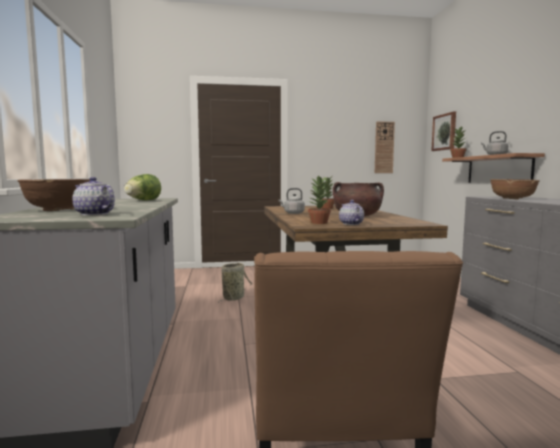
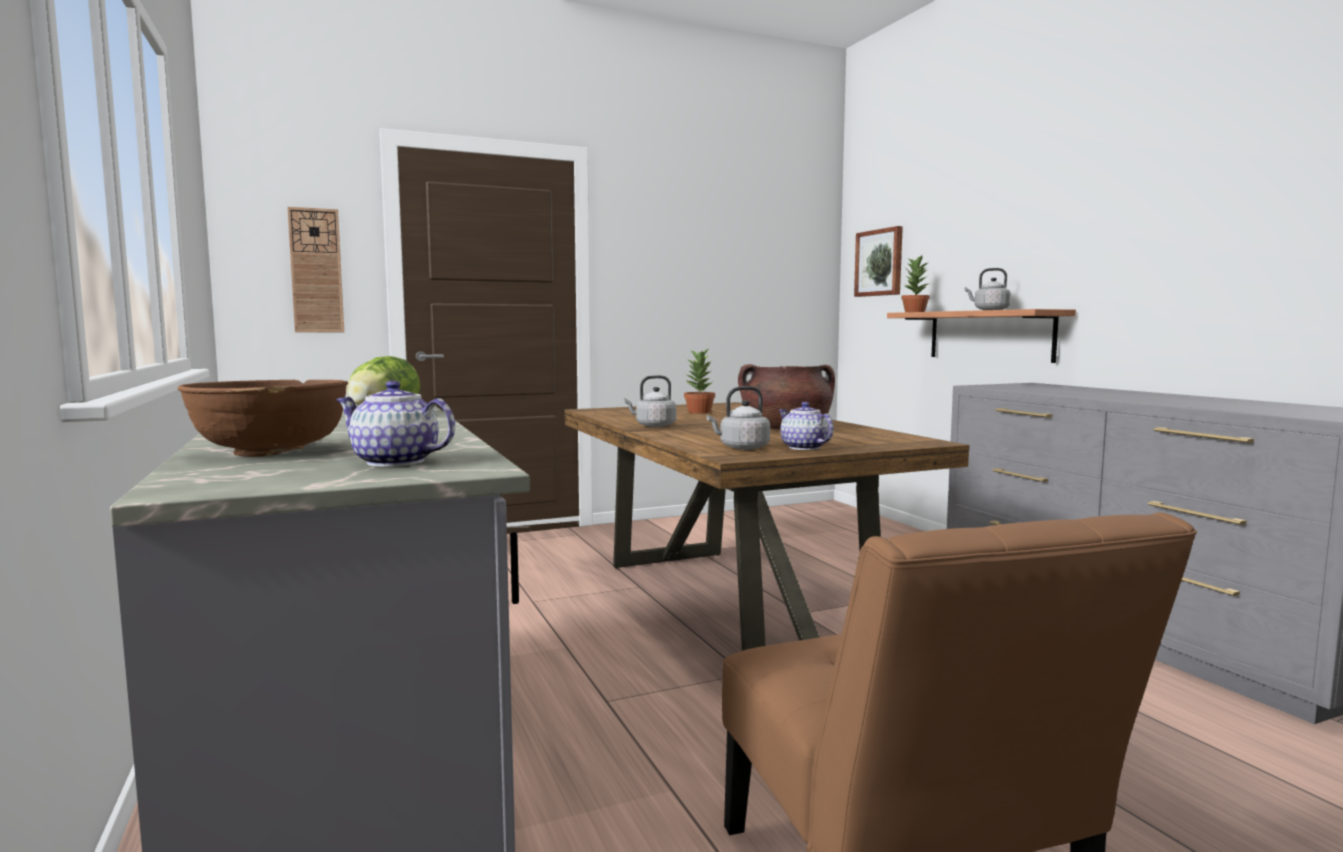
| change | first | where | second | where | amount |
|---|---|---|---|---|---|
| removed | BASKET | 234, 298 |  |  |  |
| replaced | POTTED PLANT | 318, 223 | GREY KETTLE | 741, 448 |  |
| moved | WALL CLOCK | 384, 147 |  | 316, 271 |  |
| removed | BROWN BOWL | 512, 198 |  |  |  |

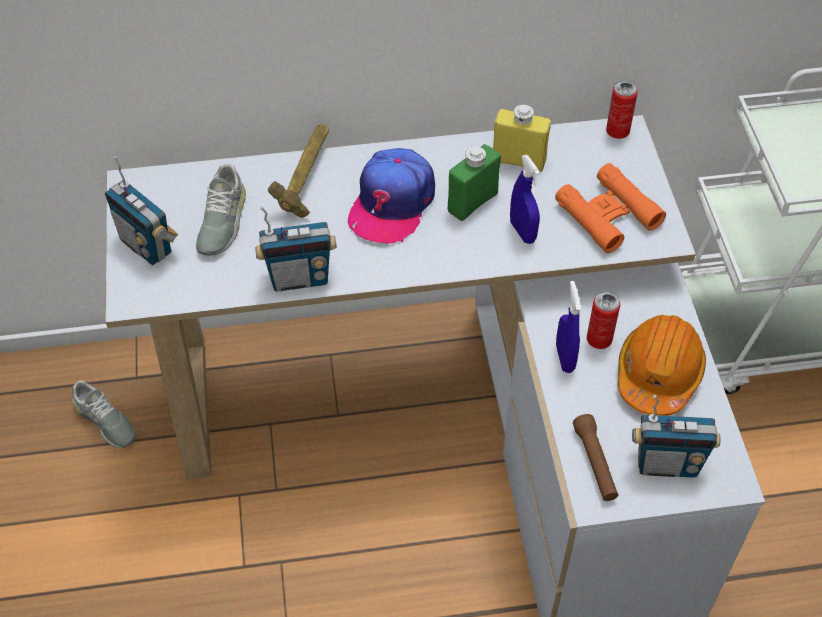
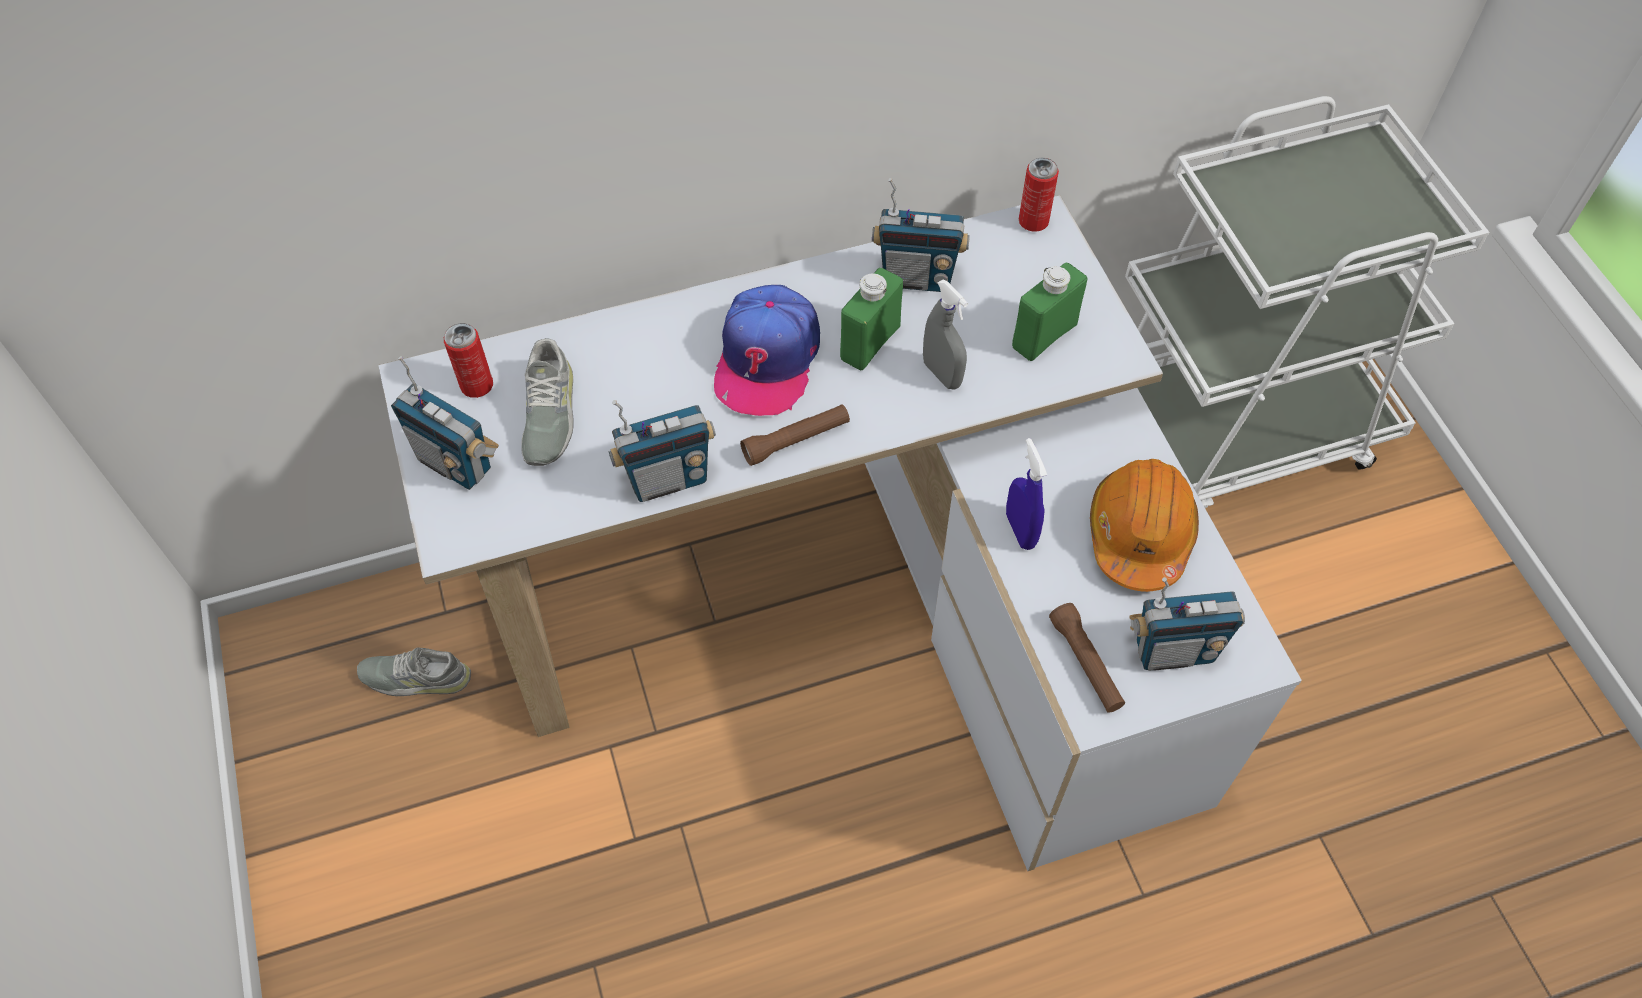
| change | first | where | second | where | amount |
|---|---|---|---|---|---|
| turned | GREY SHOE | 104, 421 |  | 416, 677 | 150 degrees clockwise |
| removed | HAMMER | 306, 179 |  |  |  |
| replaced | YELLOW BOTTLE | 518, 161 | RADIO | 917, 278 |  |
| recoloured | BLUE SPRAY BOTTLE | 522, 232 | GREY SPRAY BOTTLE | 942, 374 |  |
| replaced | ORANGE BINOCULARS | 607, 214 | GREEN BOTTLE | 1044, 336 |  |
| moved | CAN | 599, 339 |  | 477, 386 |  |
| added |  |  | BROWN FLASHLIGHT | 796, 440 |  |

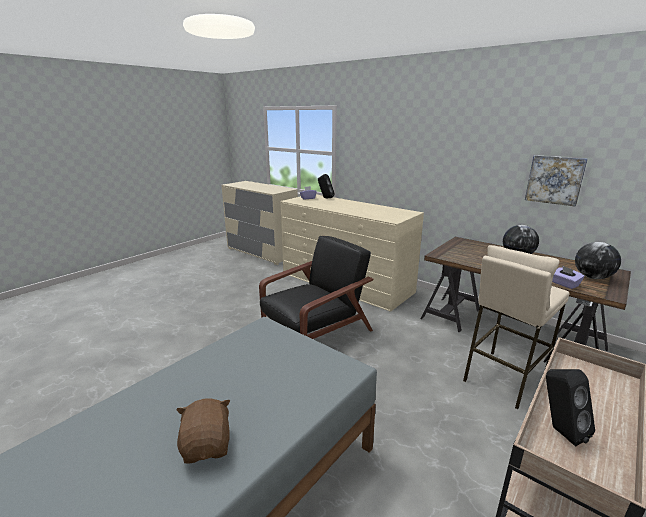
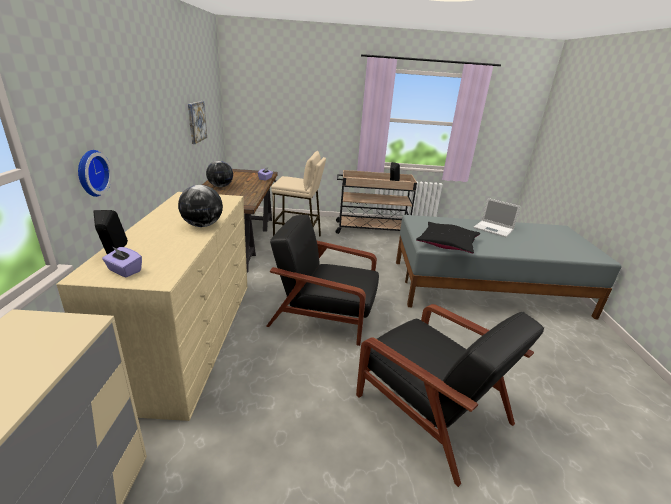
| change | first | where | second | where | amount |
|---|---|---|---|---|---|
| replaced | BROWN PLUSH TOY | 207, 445 | LAPTOP | 494, 229 |  |
| moved | GLOBE | 592, 277 |  | 202, 225 |  |
| added |  |  | WALL CLOCK | 90, 173 |  |
| added |  |  | BLACK ARMCHAIR | 430, 406 |  |
| added |  |  | BLACK PILLOW | 447, 244 |  |

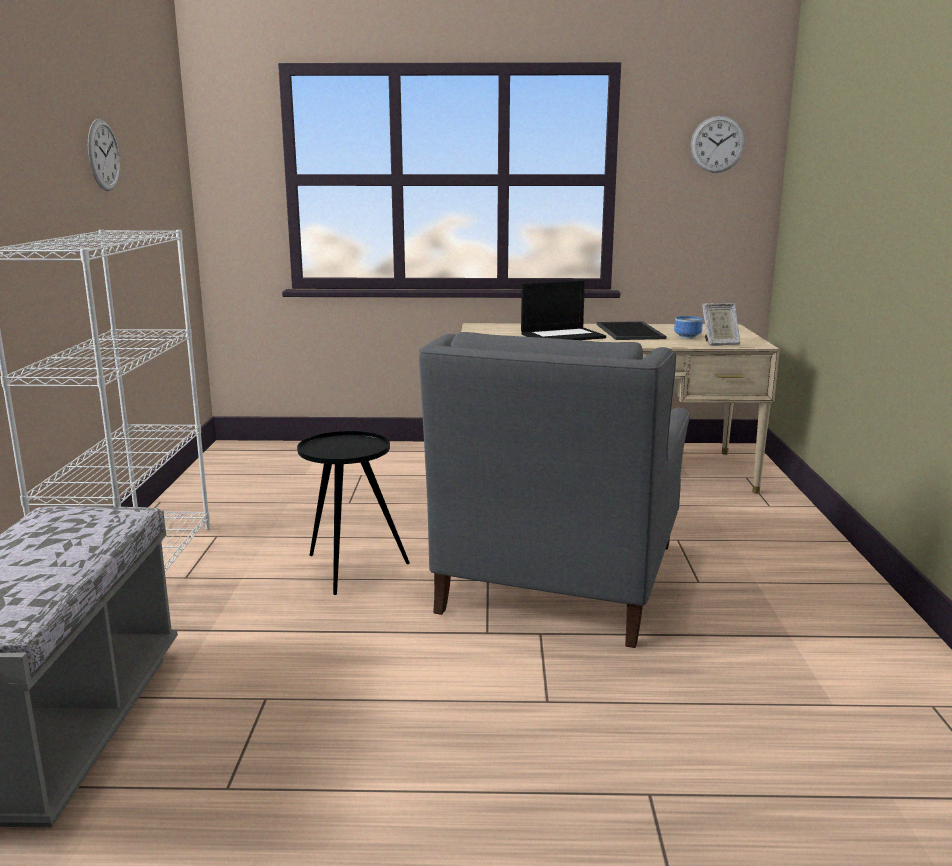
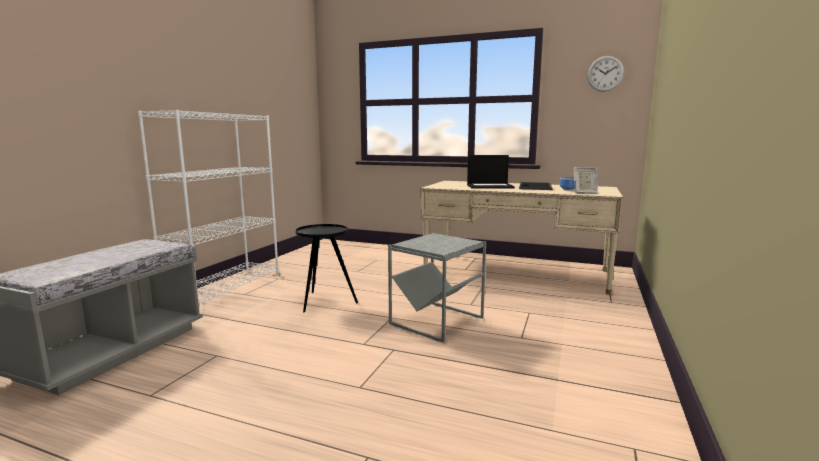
| change | first | where | second | where | amount |
|---|---|---|---|---|---|
| removed | WALL CLOCK | 103, 155 |  |  |  |
| replaced | GREY ARMCHAIR | 560, 576 | GREY SIDE TABLE | 435, 321 |  |

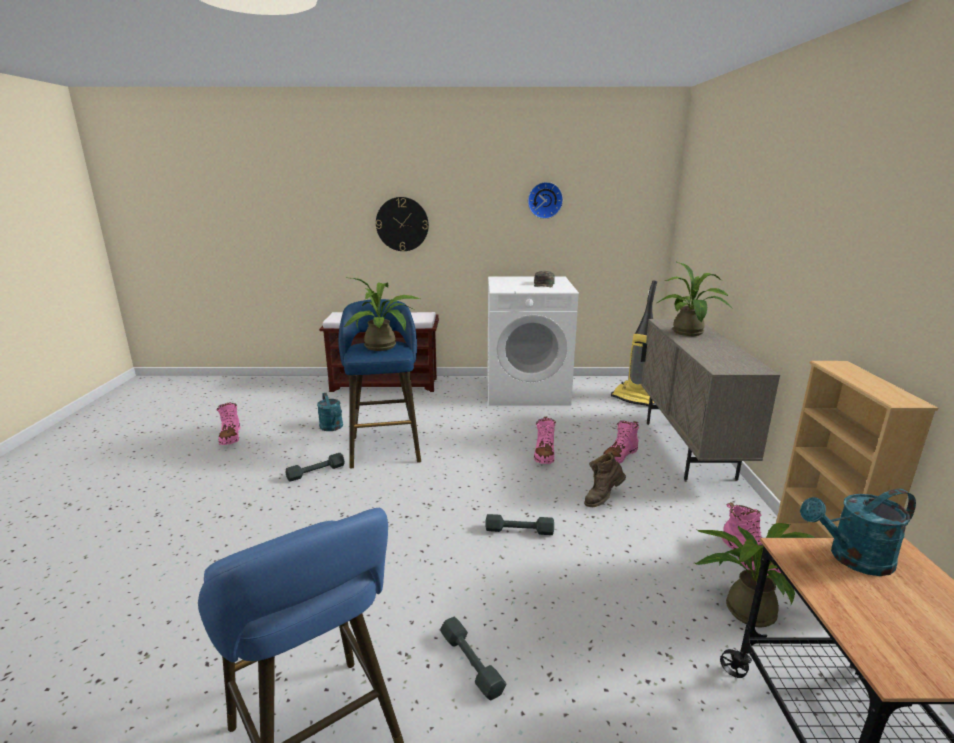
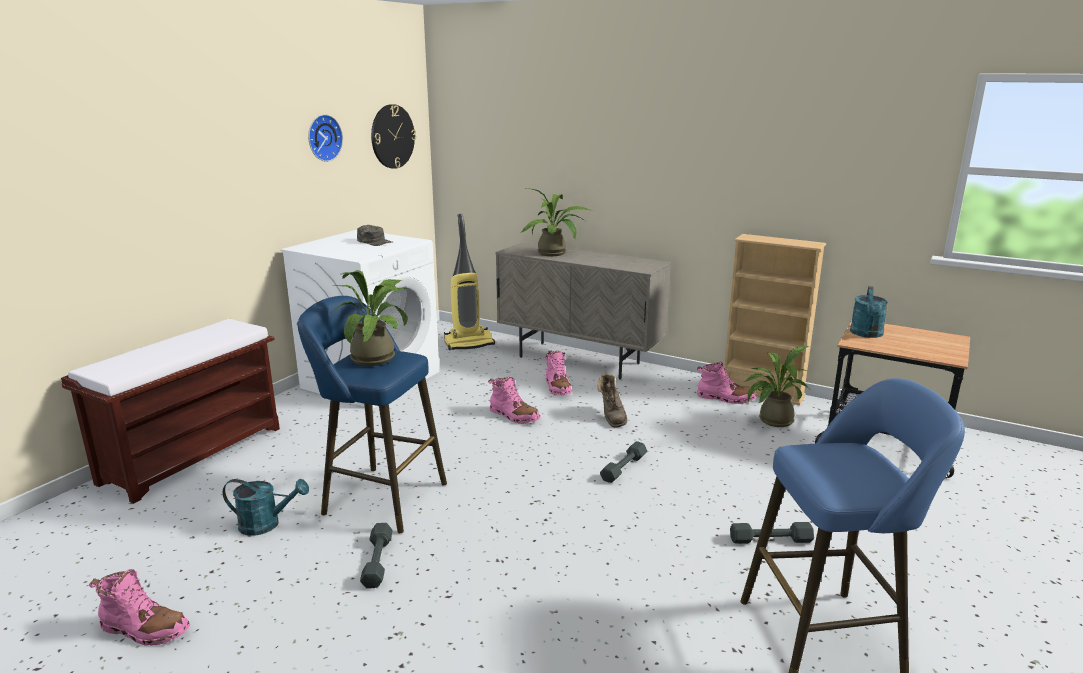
| change | first | where | second | where | amount |
|---|---|---|---|---|---|
| moved | WALL CLOCK | 402, 224 |  | 392, 136 |  |

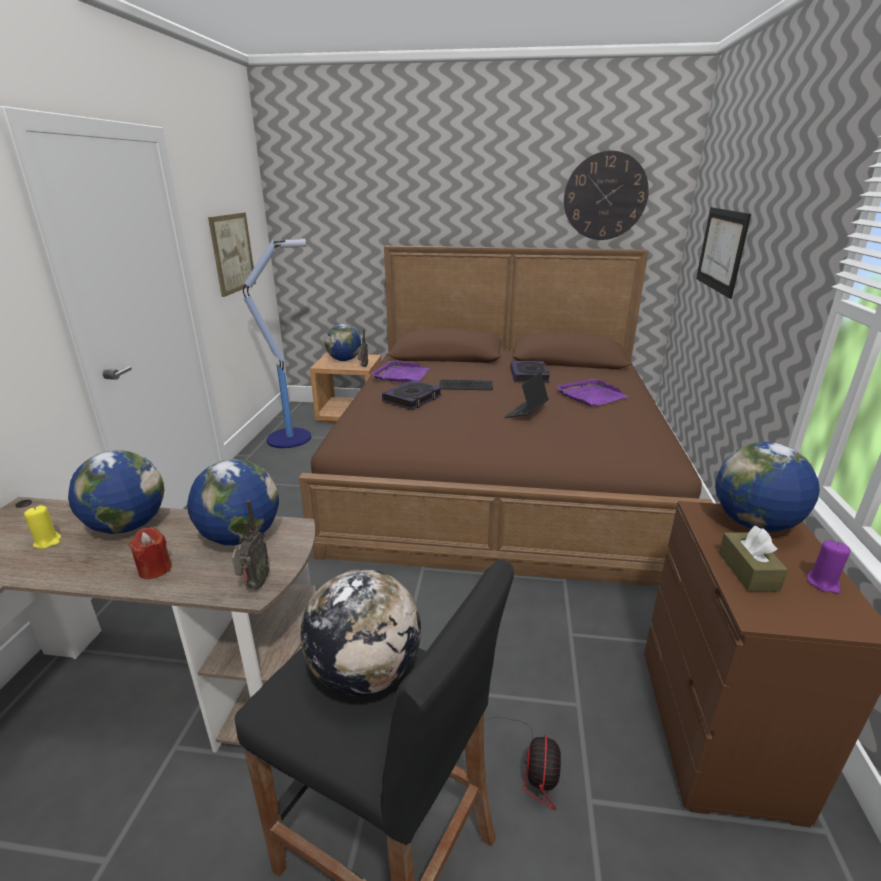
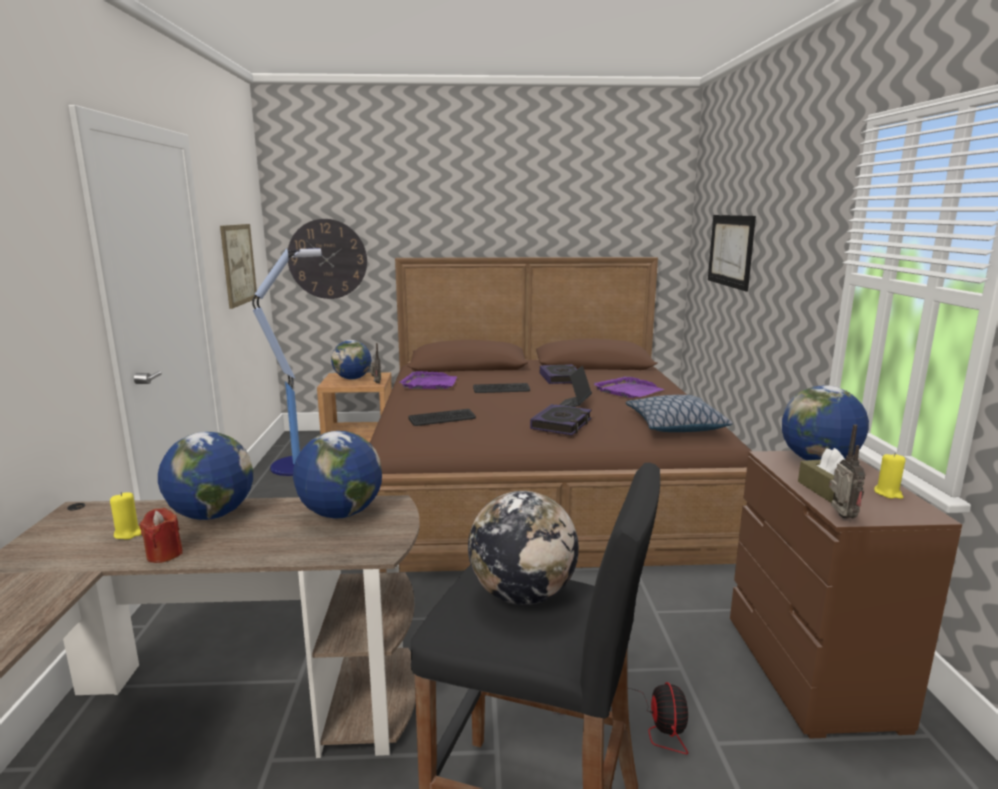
| change | first | where | second | where | amount |
|---|---|---|---|---|---|
| moved | RED CANDLE | 155, 569 |  | 164, 554 |  |
| moved | RADIO | 254, 585 |  | 840, 517 |  |
| moved | BOOK | 412, 399 |  | 561, 424 |  |
| moved | WALL CLOCK | 605, 196 |  | 327, 259 |  |
| recoloured | PURPLE CANDLE | 823, 583 | YELLOW CANDLE | 888, 493 |  |
| added |  |  | KEYBOARD | 442, 419 |  |
| added |  |  | PILLOW | 675, 425 |  |

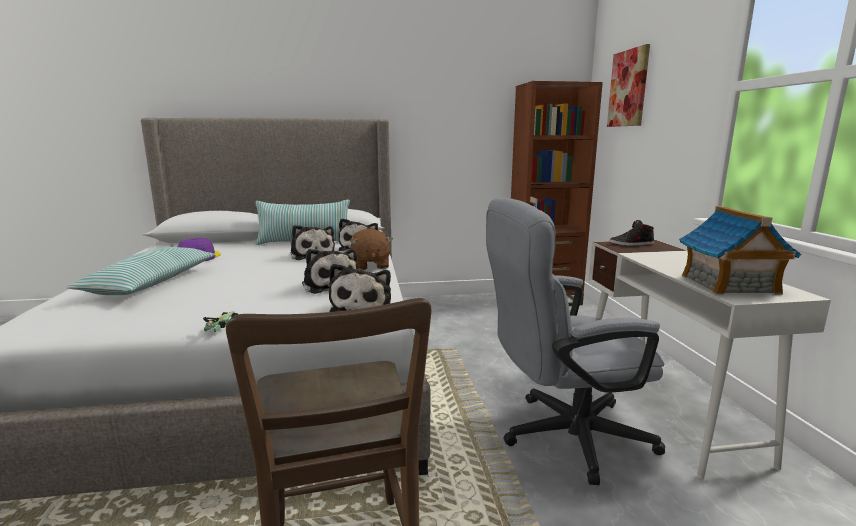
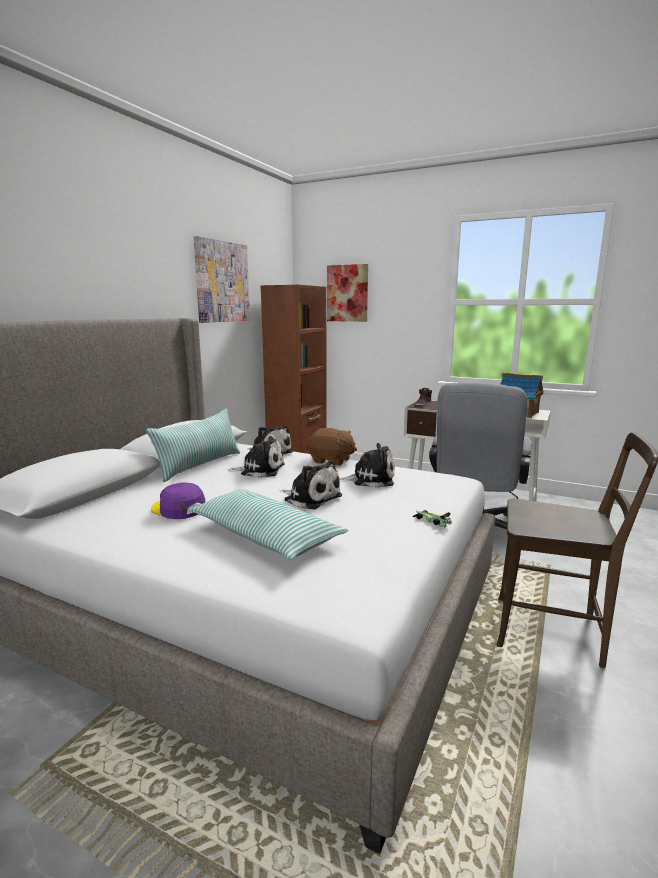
| change | first | where | second | where | amount |
|---|---|---|---|---|---|
| moved | PLUSH TOY | 362, 307 |  | 310, 498 |  |
| added |  |  | PICTURE | 222, 282 |  |

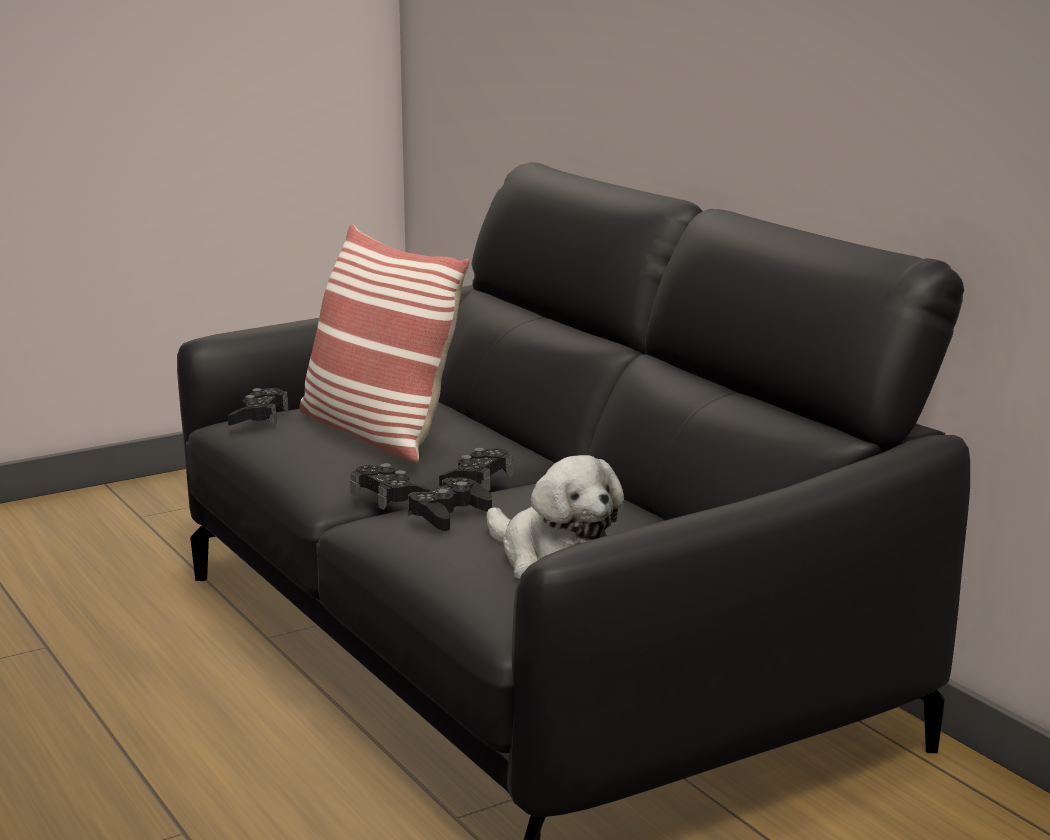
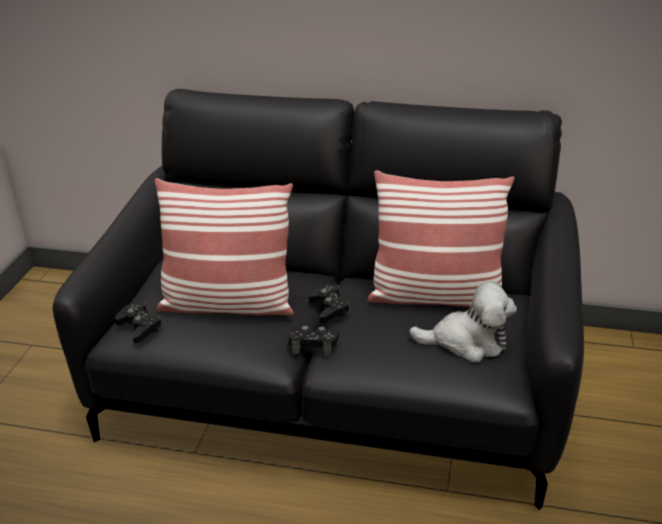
| change | first | where | second | where | amount |
|---|---|---|---|---|---|
| removed | BLACK GAME CONTROLLER | 448, 514 |  |  |  |
| added |  |  | PILLOW | 435, 295 |  |

